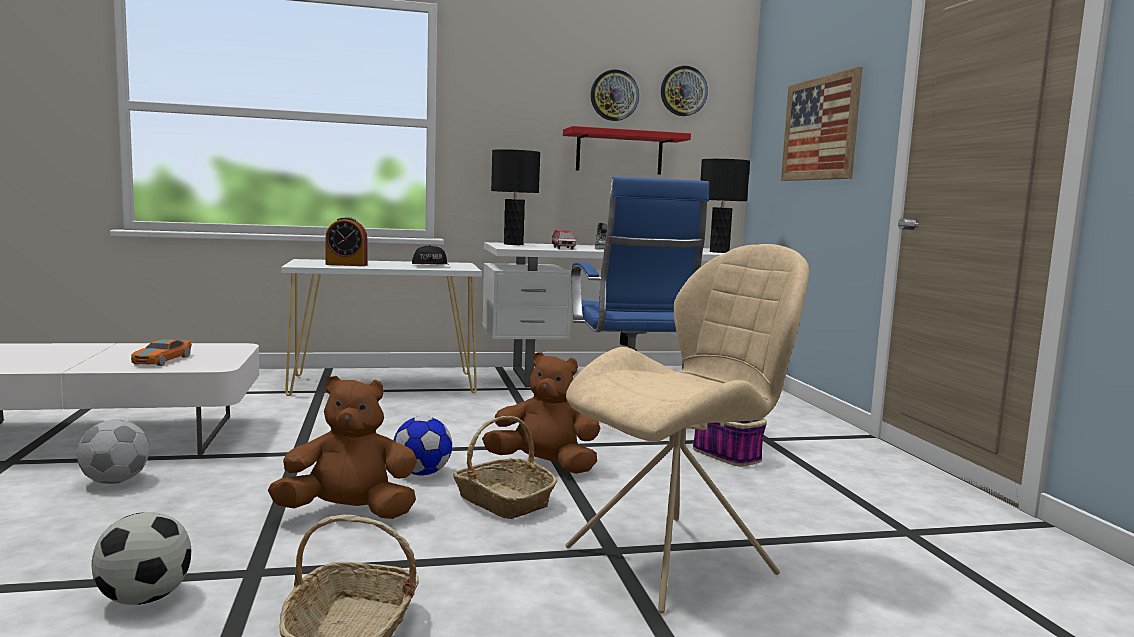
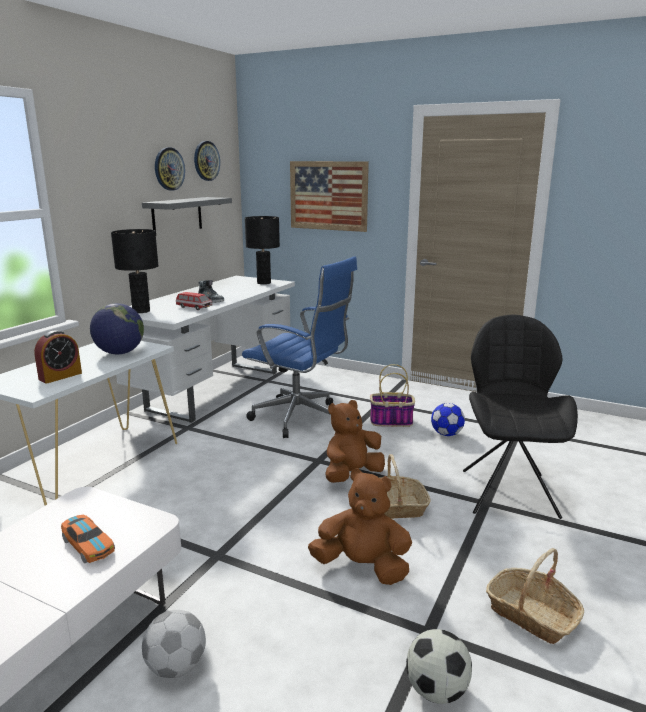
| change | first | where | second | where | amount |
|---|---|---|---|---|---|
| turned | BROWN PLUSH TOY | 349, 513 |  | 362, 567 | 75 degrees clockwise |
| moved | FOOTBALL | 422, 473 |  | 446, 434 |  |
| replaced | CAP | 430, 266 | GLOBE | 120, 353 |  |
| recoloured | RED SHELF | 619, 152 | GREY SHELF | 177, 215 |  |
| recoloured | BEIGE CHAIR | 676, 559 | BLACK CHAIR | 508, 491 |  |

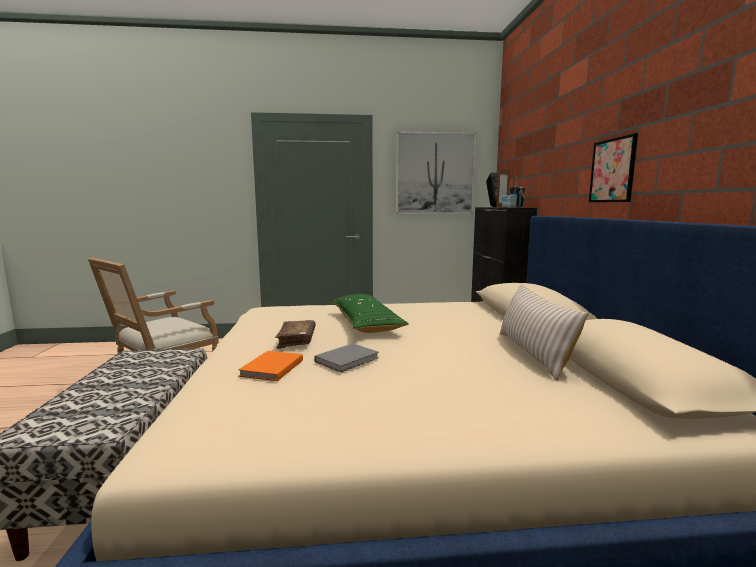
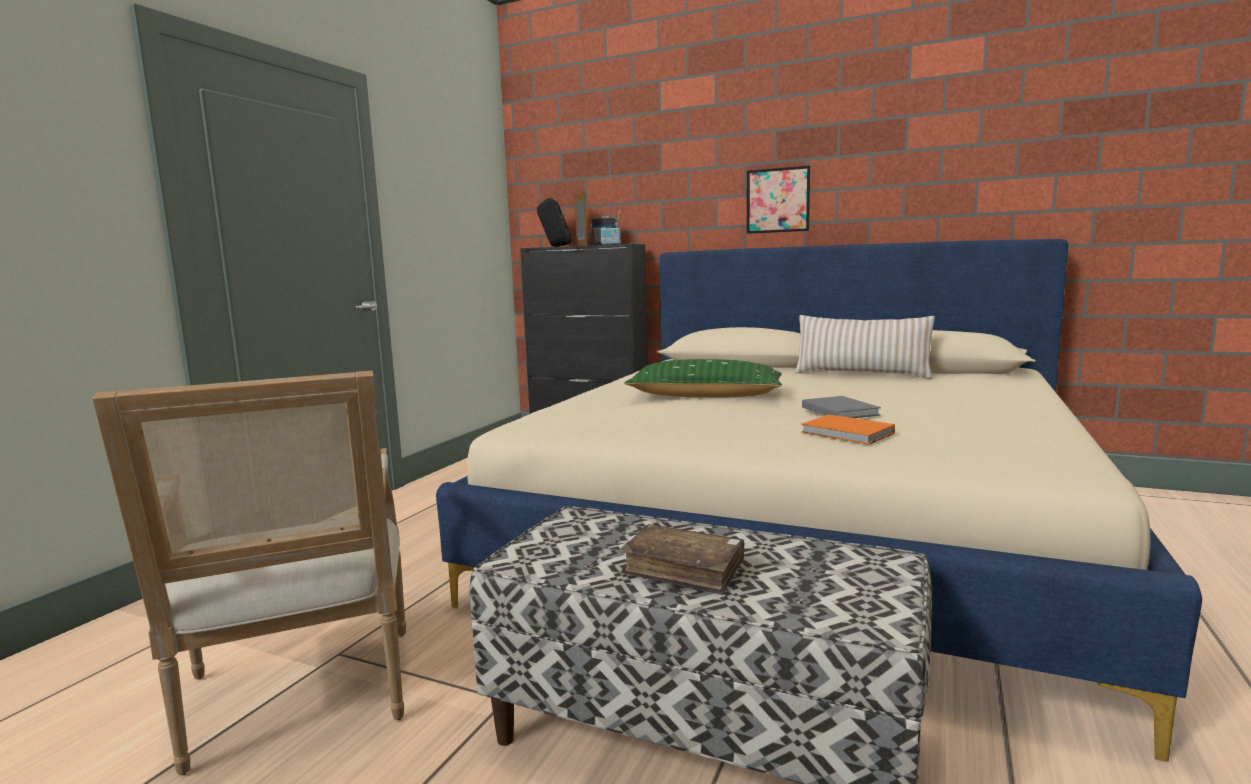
| change | first | where | second | where | amount |
|---|---|---|---|---|---|
| moved | BROWN BOOK | 296, 340 |  | 683, 570 |  |
| removed | PICTURE | 435, 174 |  |  |  |

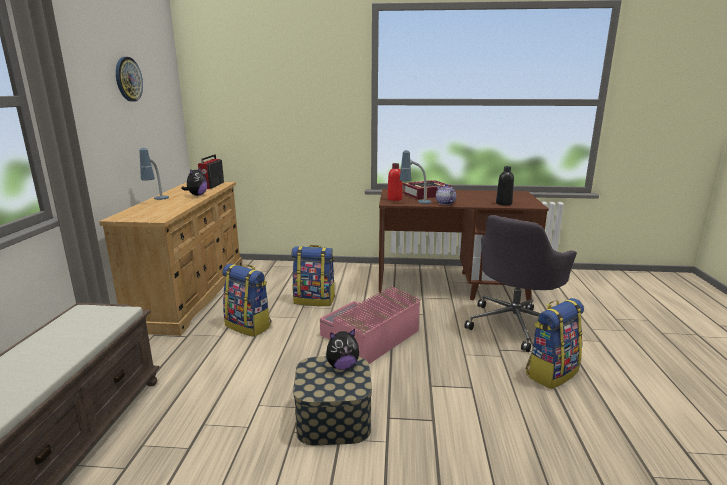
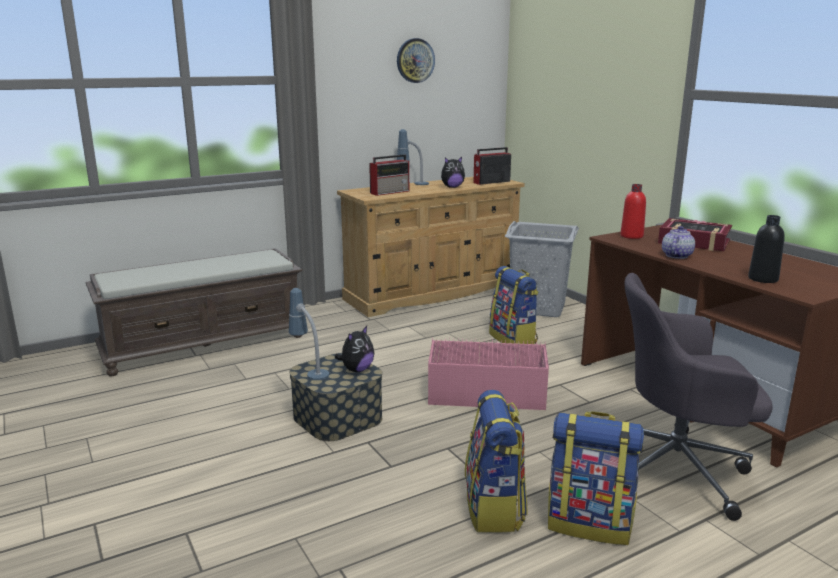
| change | first | where | second | where | amount |
|---|---|---|---|---|---|
| moved | BACKPACK | 249, 326 |  | 494, 508 |  |
| turned | PLUSH TOY | 342, 366 |  | 356, 370 | 90 degrees counterclockwise |
| moved | TABLE LAMP | 415, 202 |  | 309, 370 |  |
| added |  |  | RADIO | 390, 192 |  |
| added |  |  | GREY LAUNDRY BASKET | 538, 308 |  |

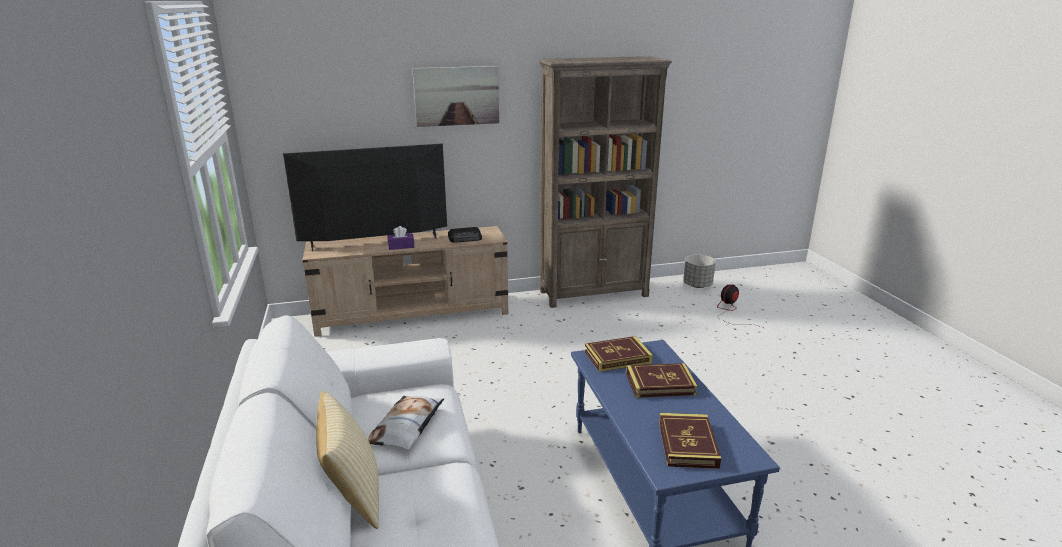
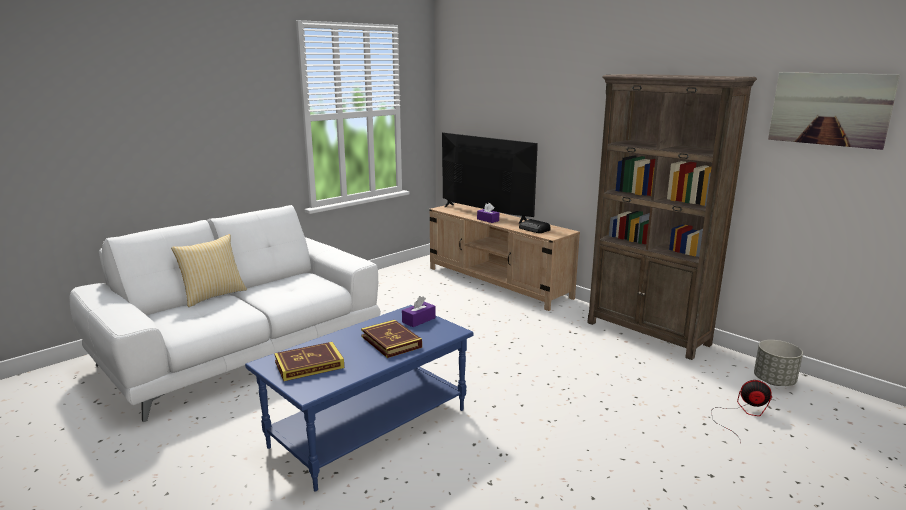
| change | first | where | second | where | amount |
|---|---|---|---|---|---|
| removed | PILLOW | 407, 427 |  |  |  |
| moved | PICTURE | 456, 96 |  | 829, 109 |  |
| replaced | BOOK | 617, 357 | PURPLE TISSUE BOX | 418, 320 |  |

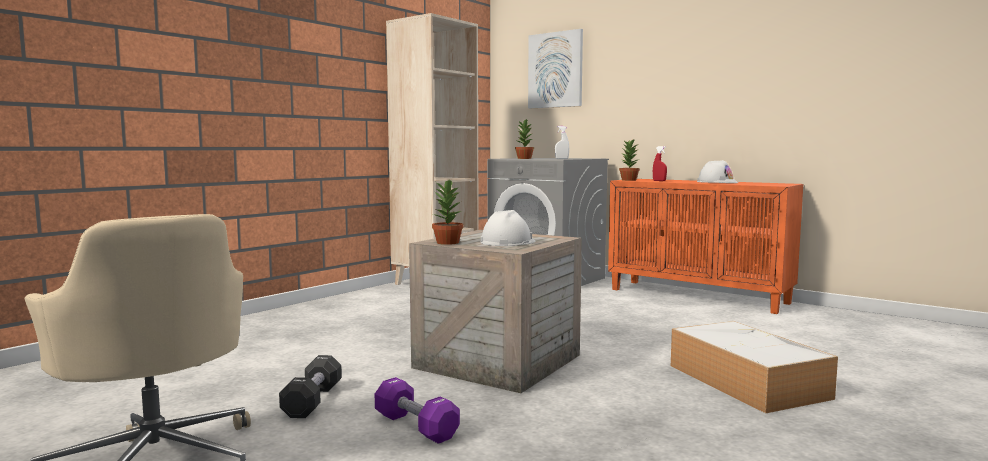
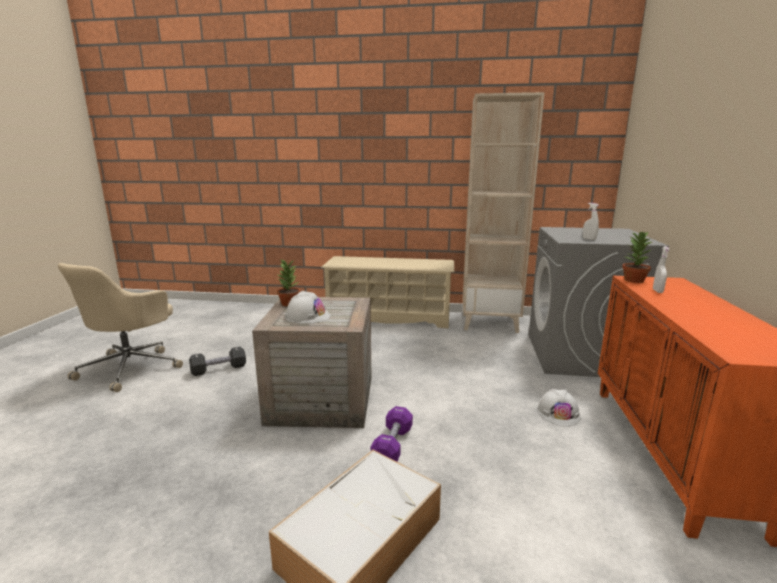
| change | first | where | second | where | amount |
|---|---|---|---|---|---|
| moved | PURPLE DUMBBELL | 416, 426 |  | 392, 445 |  |
| removed | POTTED PLANT | 524, 158 |  |  |  |
| removed | PICTURE | 555, 70 |  |  |  |
| recoloured | RED SPRAY BOTTLE | 659, 181 | WHITE SPRAY BOTTLE | 657, 291 |  |
| moved | WHITE HARD HAT | 717, 182 |  | 558, 413 |  |
| added |  |  | BEIGE SHOE RACK | 389, 317 |  |

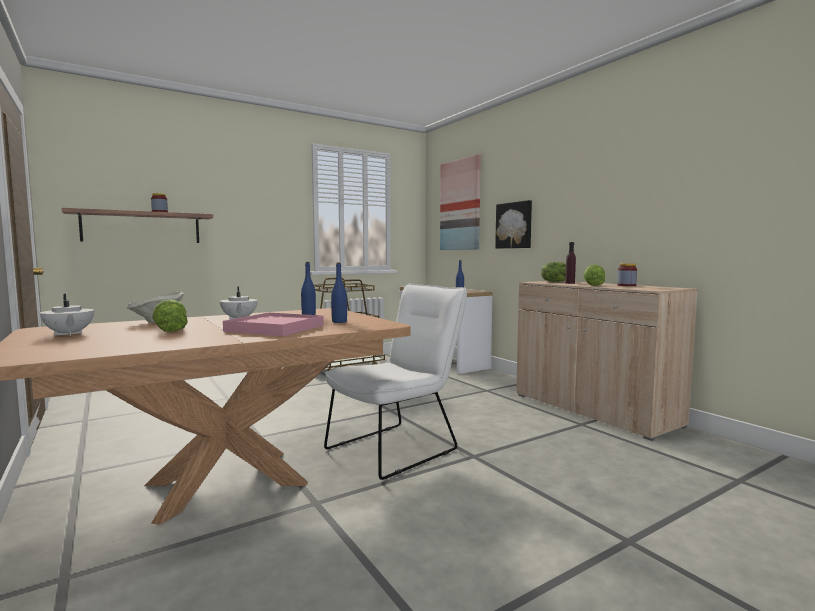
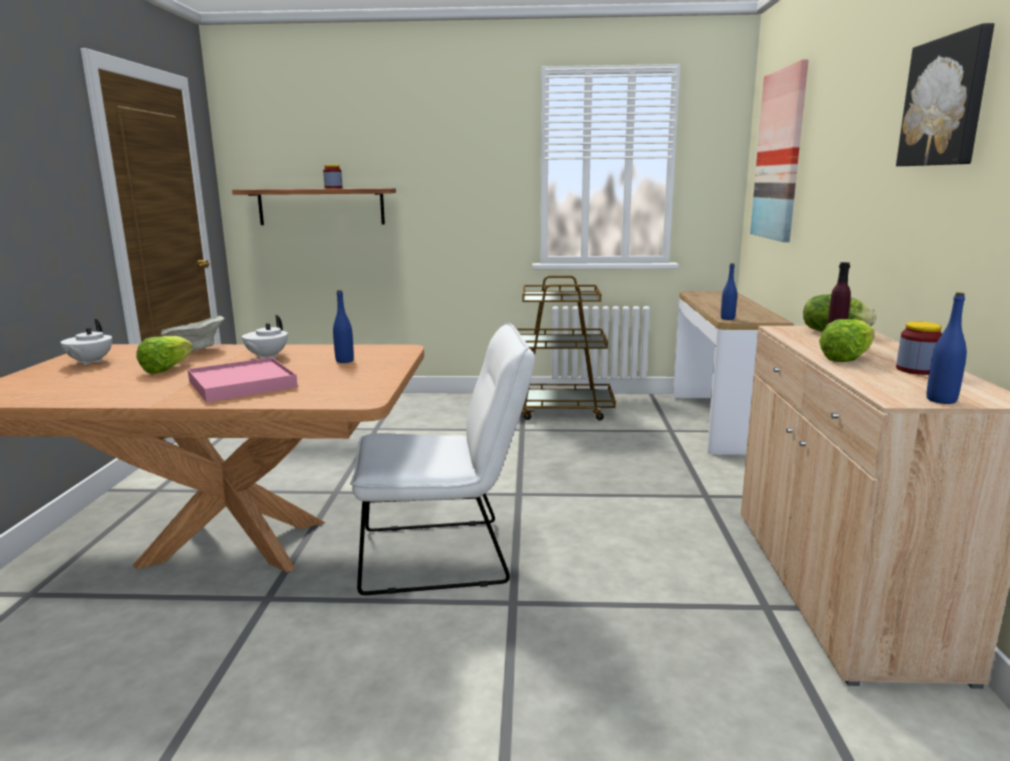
| change | first | where | second | where | amount |
|---|---|---|---|---|---|
| moved | BLUE BOTTLE | 339, 322 |  | 941, 400 |  |
| moved | PICTURE | 514, 225 |  | 946, 102 |  |

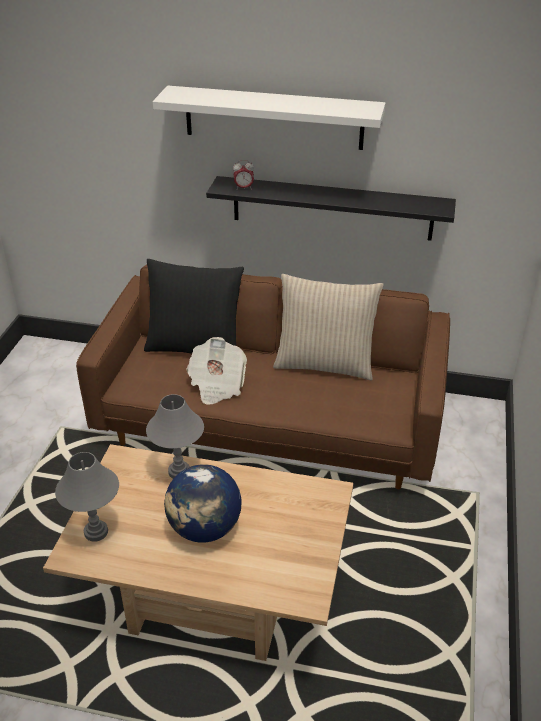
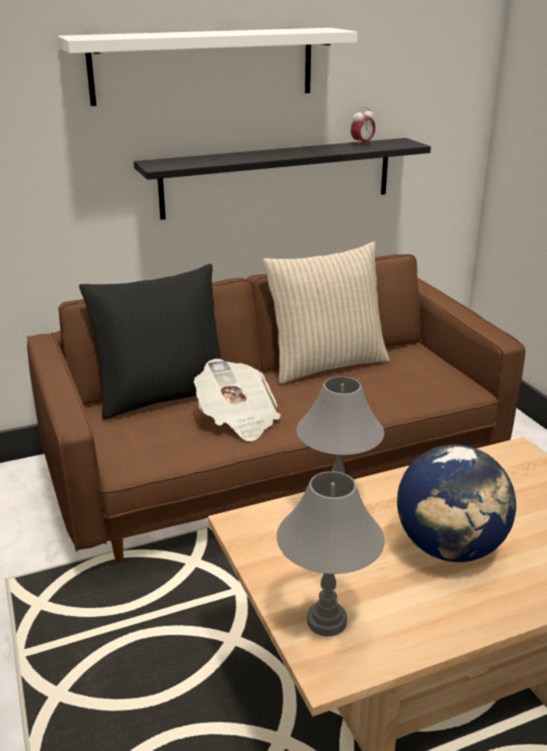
| change | first | where | second | where | amount |
|---|---|---|---|---|---|
| moved | ALARM CLOCK | 243, 188 |  | 362, 144 |  |

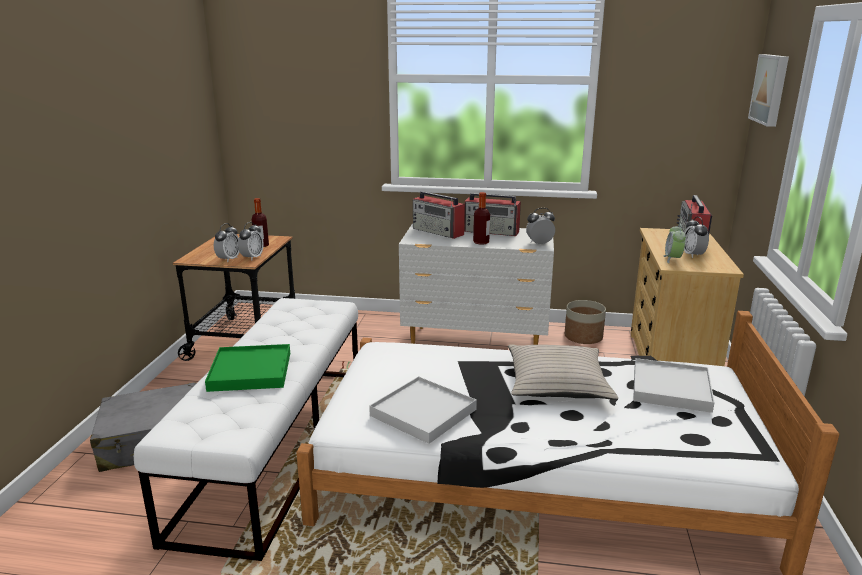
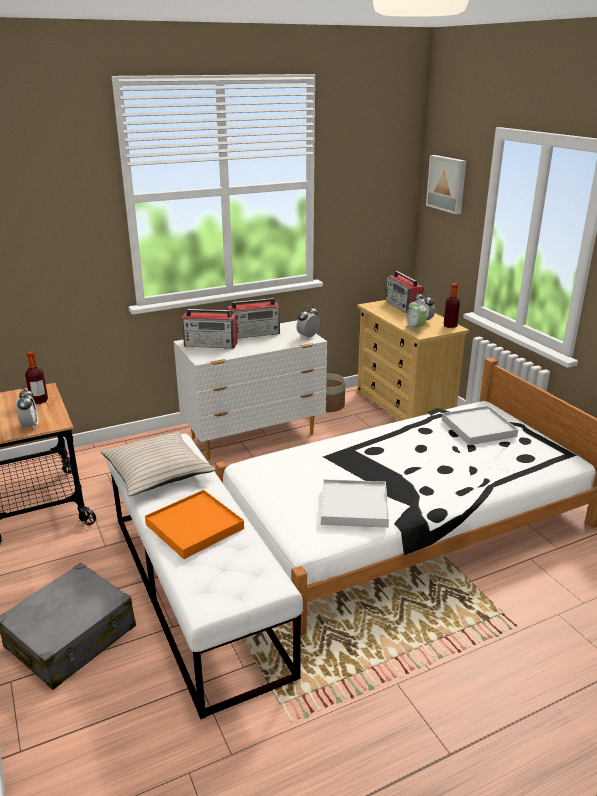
| change | first | where | second | where | amount |
|---|---|---|---|---|---|
| recoloured | GREEN TRAY | 250, 371 | ORANGE TRAY | 195, 526 |  |
| removed | ALARM CLOCK | 252, 258 |  |  |  |
| moved | BOTTLE | 481, 242 |  | 450, 326 |  |
| moved | BEIGE PILLOW | 557, 383 |  | 157, 472 |  |

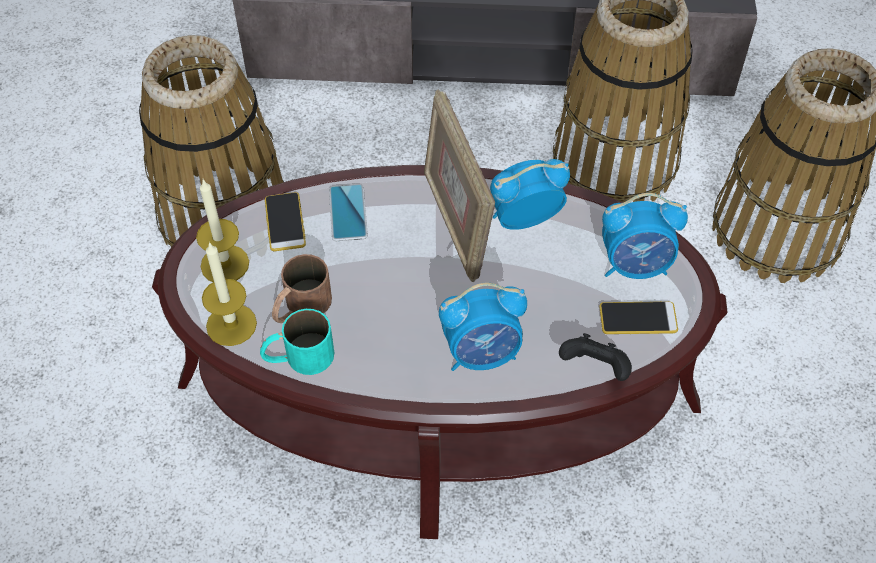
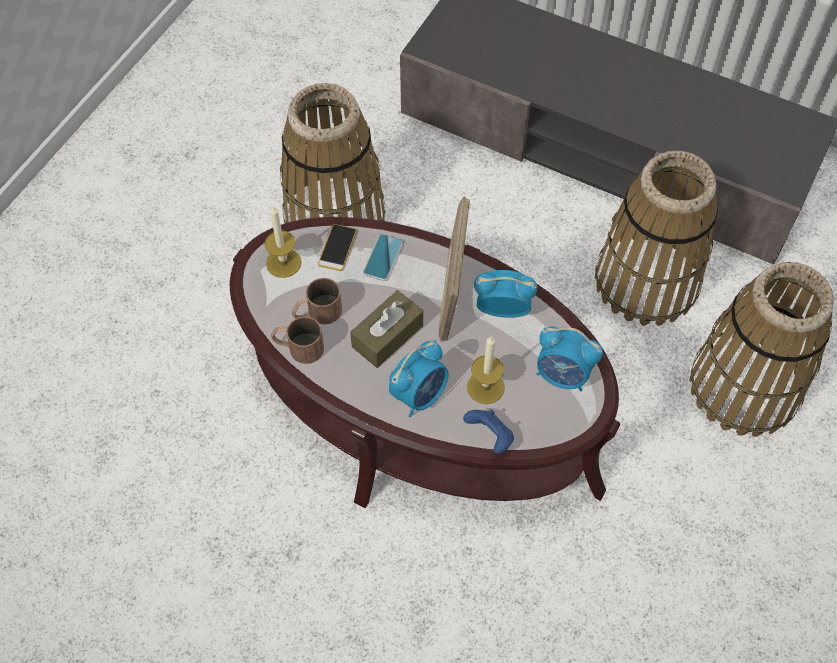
| change | first | where | second | where | amount |
|---|---|---|---|---|---|
| moved | CANDLE | 231, 324 |  | 485, 387 |  |
| recoloured | TURQUOISE MUG | 298, 357 | BROWN MUG | 298, 347 |  |
| turned | ALARM CLOCK | 482, 354 |  | 419, 395 | 60 degrees counterclockwise |
| recoloured | BLACK GAME CONTROLLER | 595, 368 | BLUE GAME CONTROLLER | 490, 437 |  |
| removed | PHONE | 638, 318 |  |  |  |
| added |  |  | BROWN TISSUE BOX | 387, 336 |  |

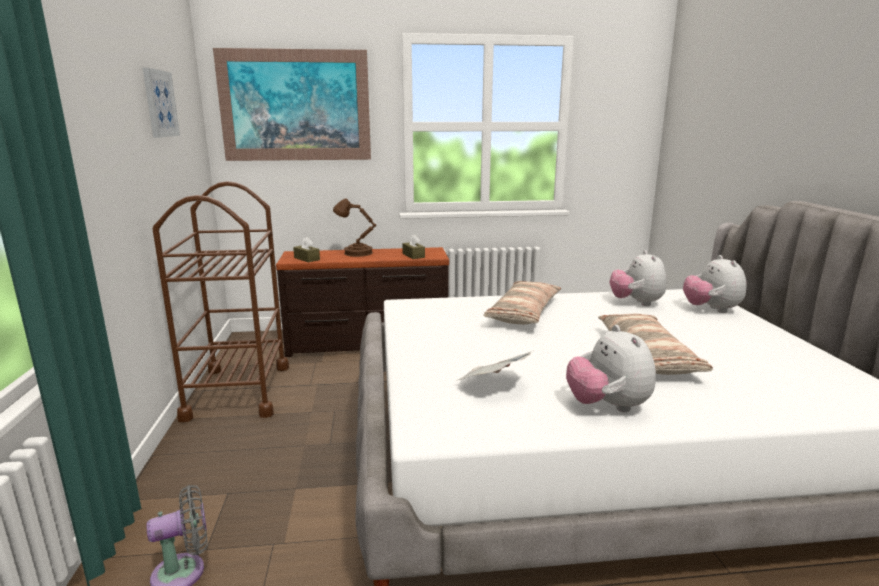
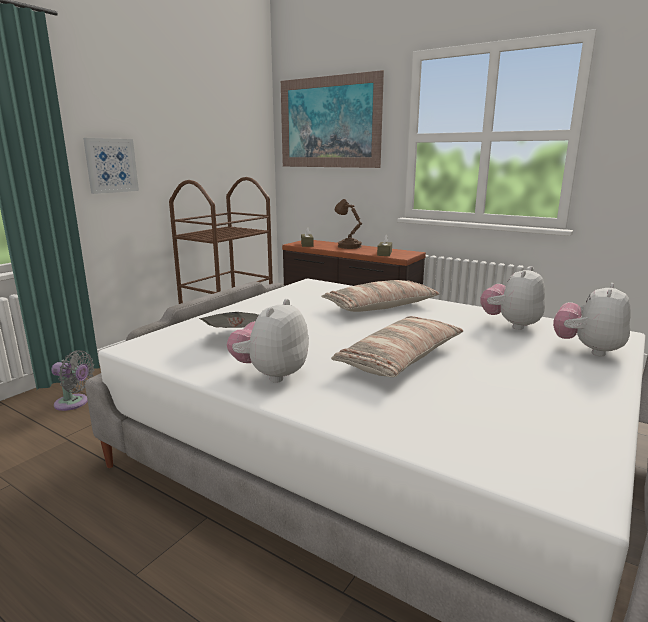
| change | first | where | second | where | amount |
|---|---|---|---|---|---|
| moved | PICTURE | 160, 104 |  | 111, 165 |  |

